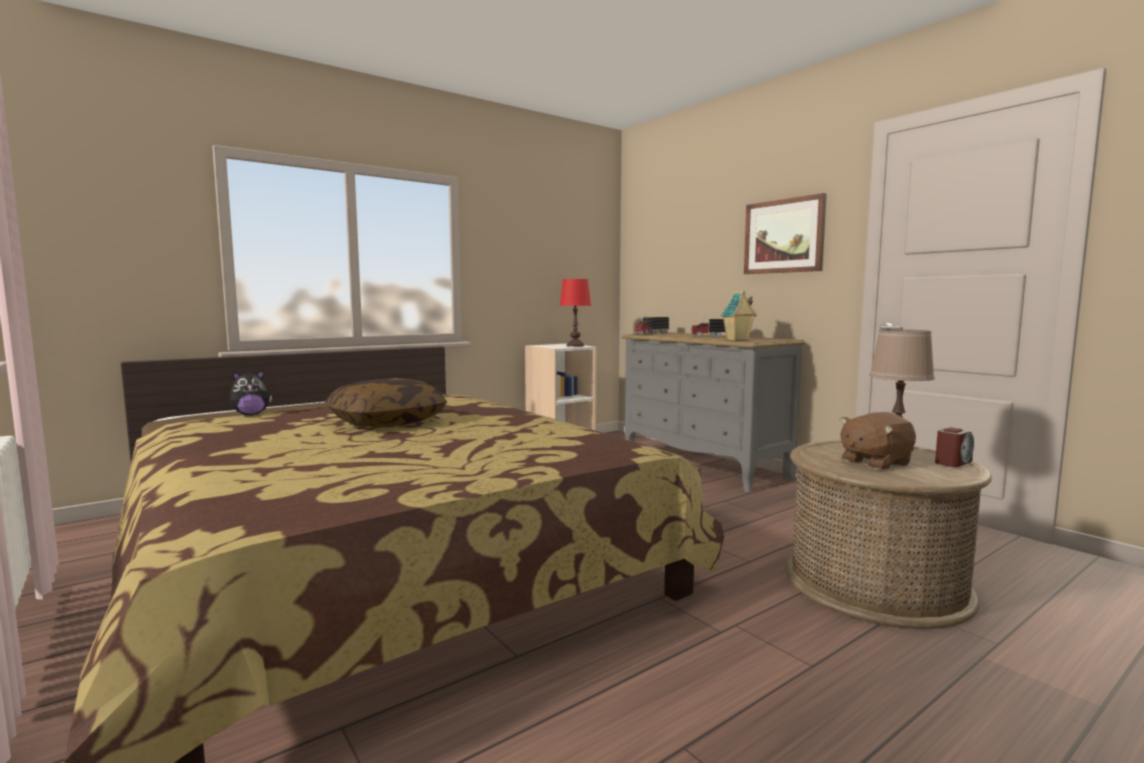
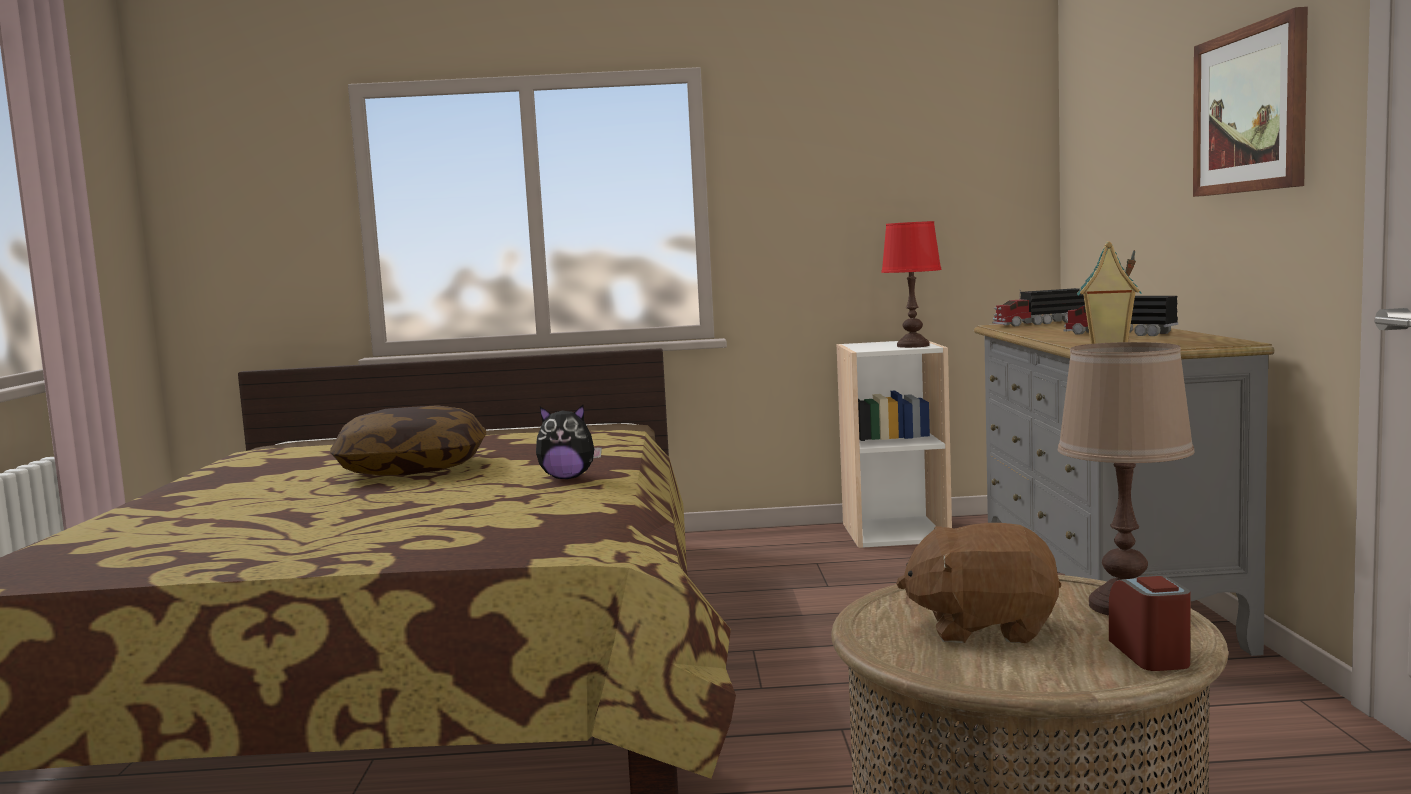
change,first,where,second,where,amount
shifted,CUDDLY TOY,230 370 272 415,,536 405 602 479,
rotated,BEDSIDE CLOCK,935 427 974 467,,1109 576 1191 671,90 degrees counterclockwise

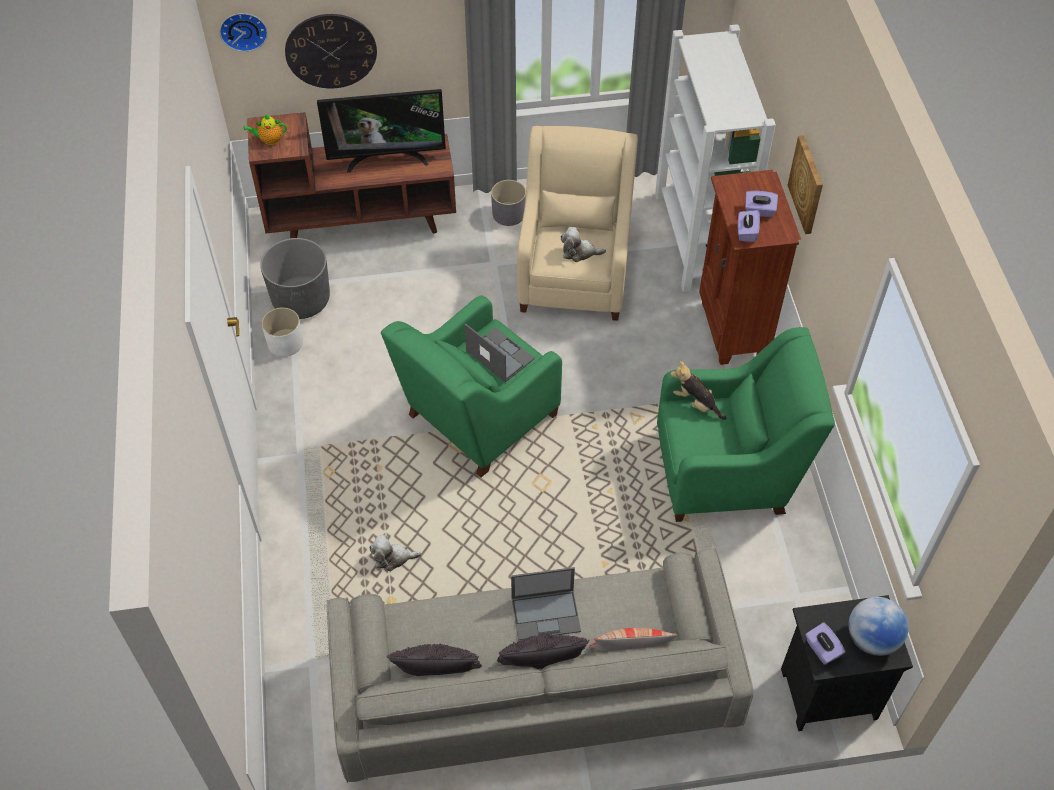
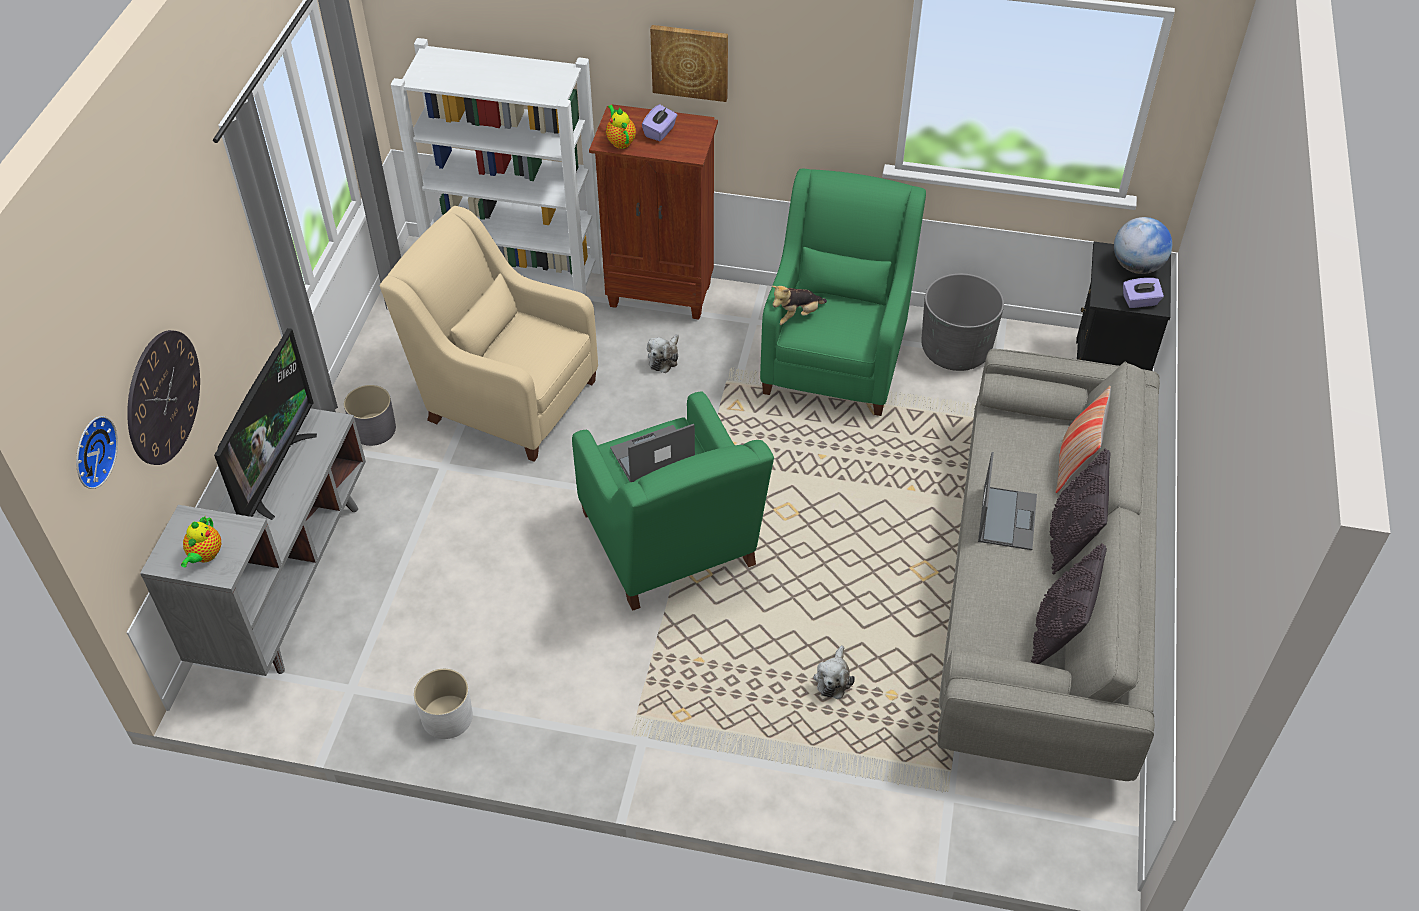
change,first,where,second,where,amount
gone,PURPLE-COLOURED TISSUE HOLDER,738 210 760 242,,,
new,,,POT FOR TEA,606 105 636 149,
shifted,GRAY PLANTER,260 238 330 319,,922 273 1004 371,
shifted,CUDDLY TOY,561 227 606 262,,647 334 679 373,
repainted,BROWNISH TV STAND,247 112 456 238,GRAY TV STAND,140 408 366 676,

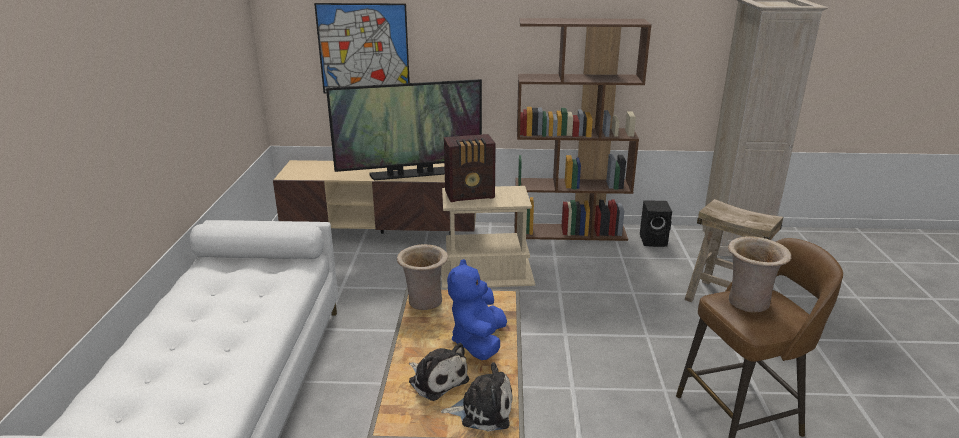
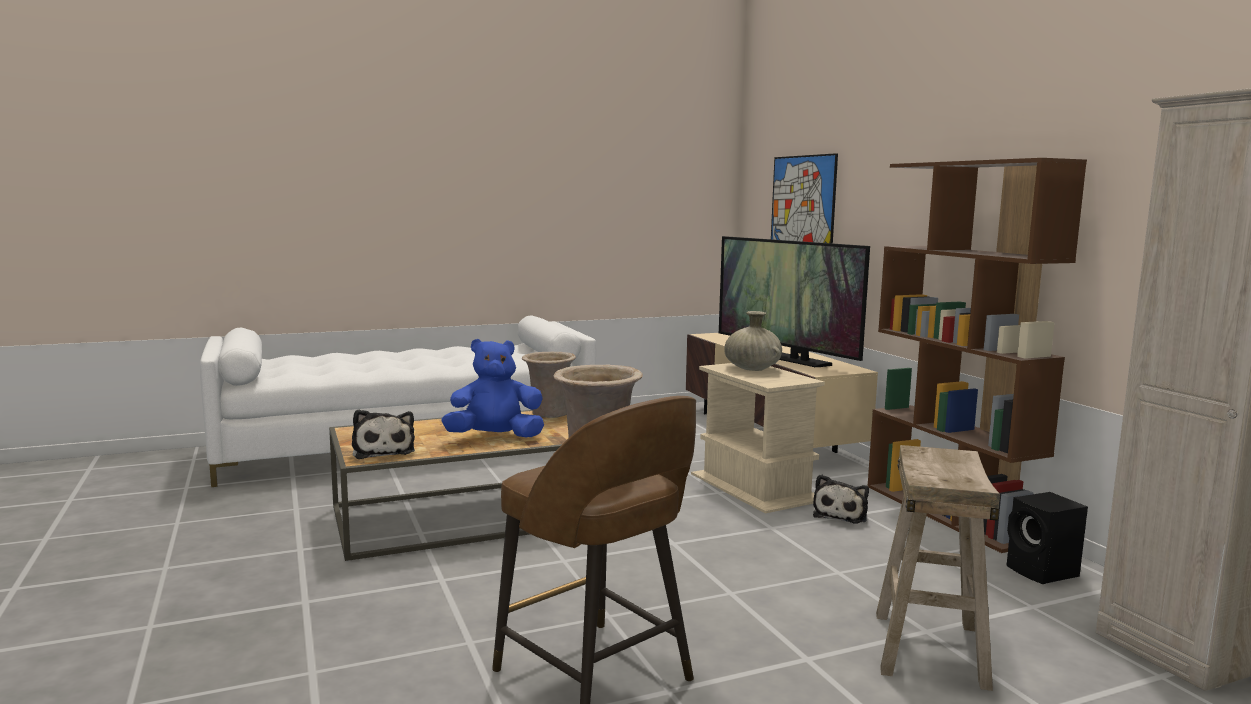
change,first,where,second,where,amount
shifted,CUDDLY TOY,409 343 469 401,,813 474 869 523,
swapped,RADIO SET,444 134 496 202,SAND-COLOURED VASE,724 311 782 371,

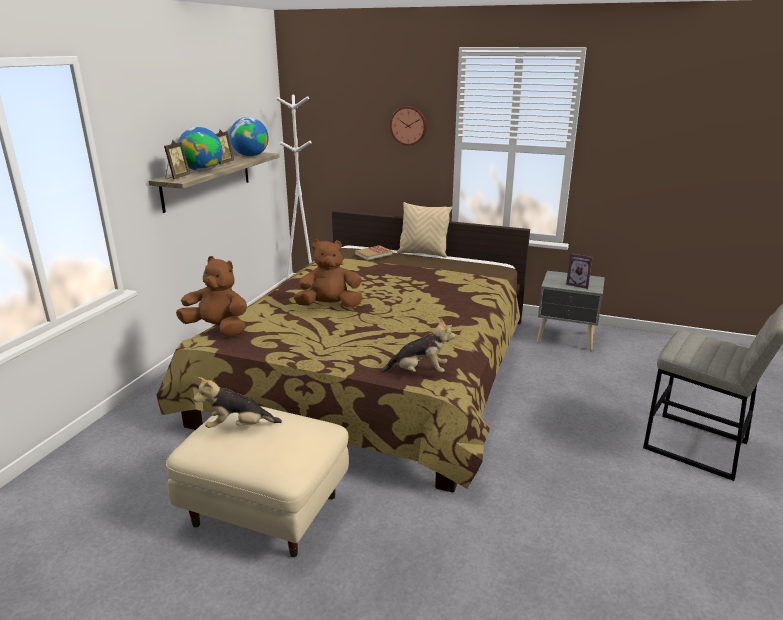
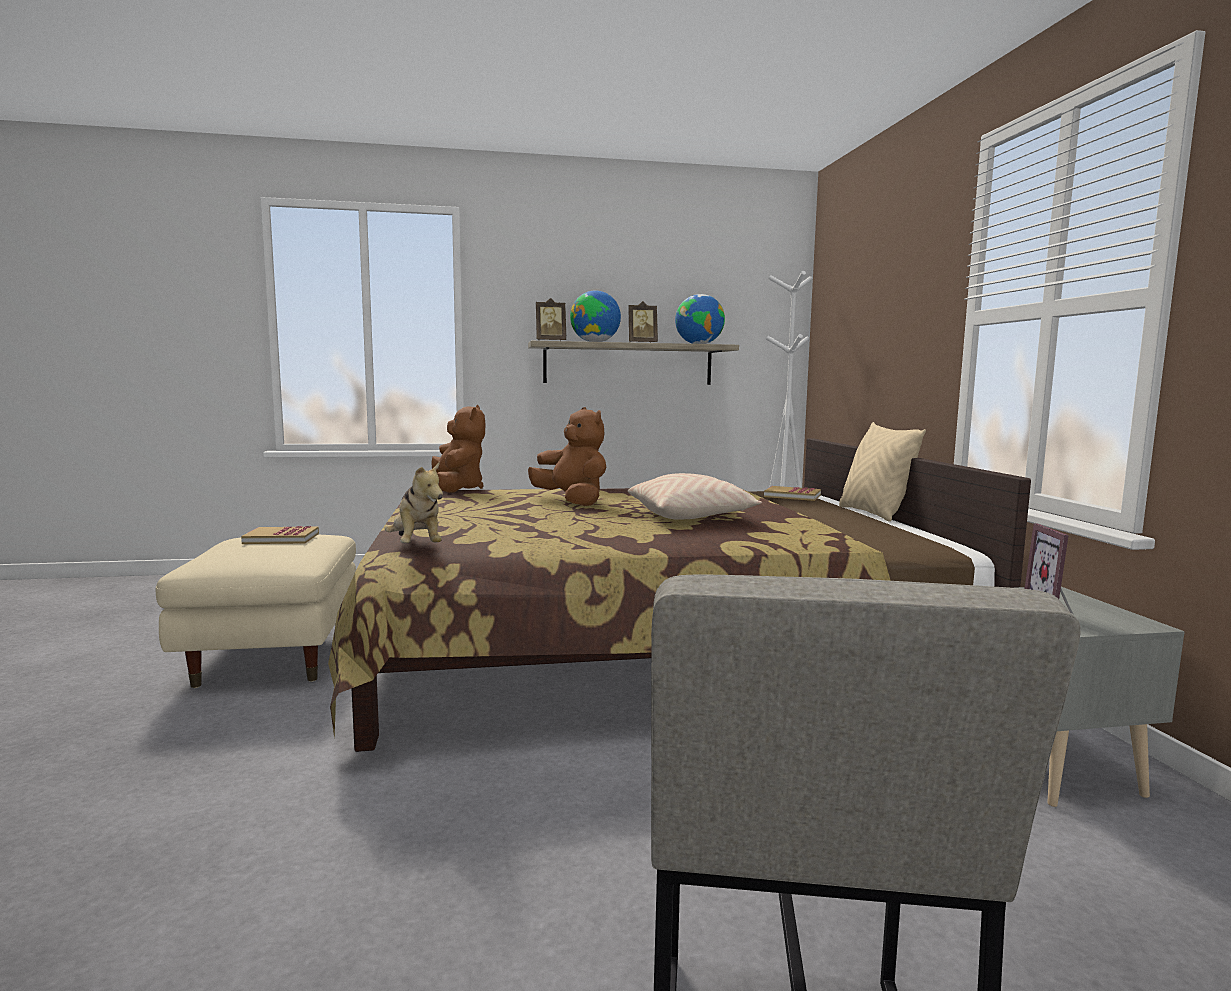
change,first,where,second,where,amount
gone,CLOCK ON THE WALL,390 106 427 146,,,
new,,,SAND-COLOURED THROW PILLOW,628 473 762 520,
swapped,CUDDLY TOY,194 377 282 428,VOLUME,241 526 319 544,

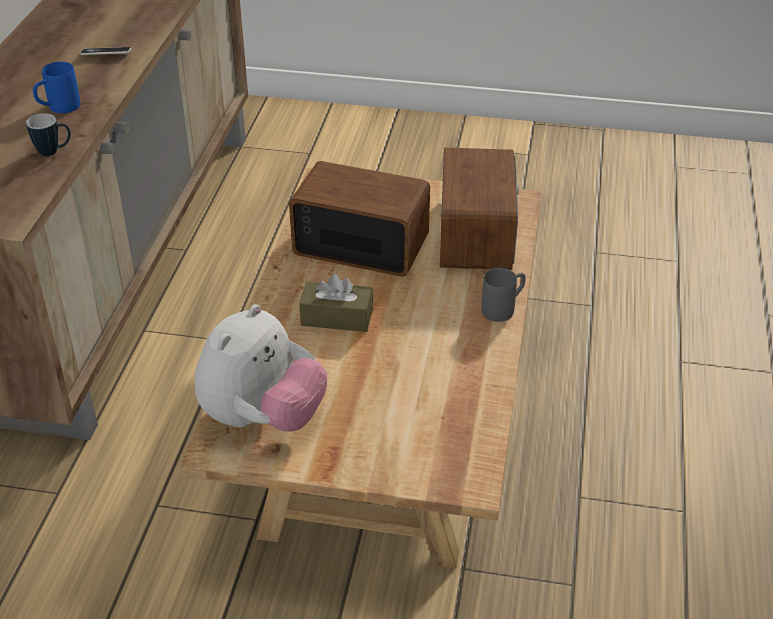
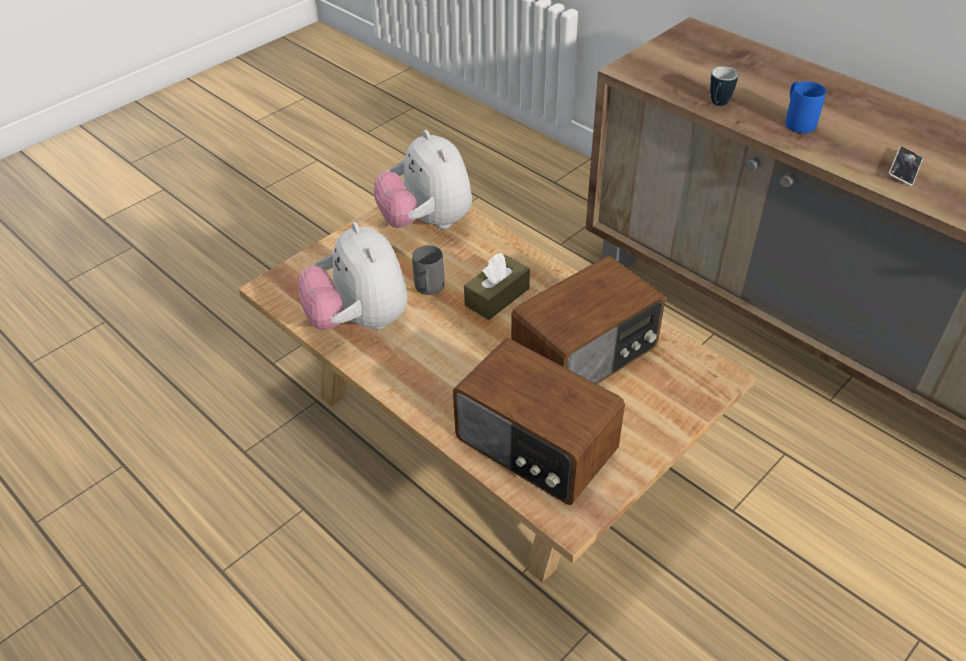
change,first,where,second,where,amount
new,,,CUDDLY TOY,298 222 407 330,
shifted,GRAY MUG,481 268 526 322,,412 245 445 295,

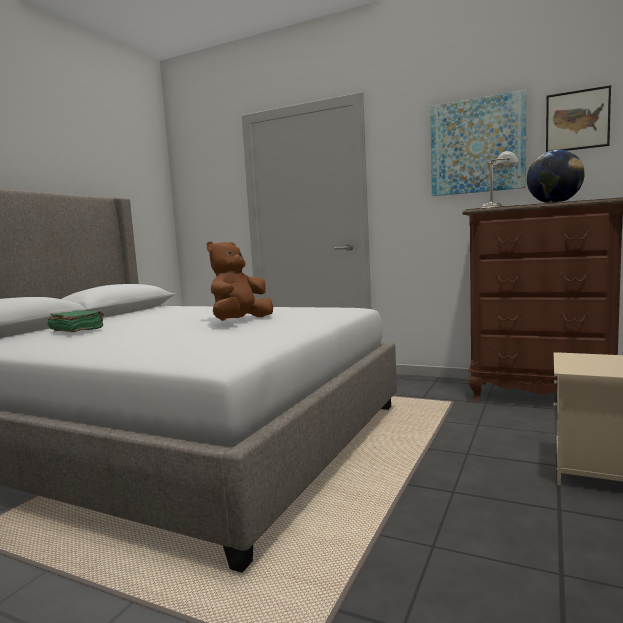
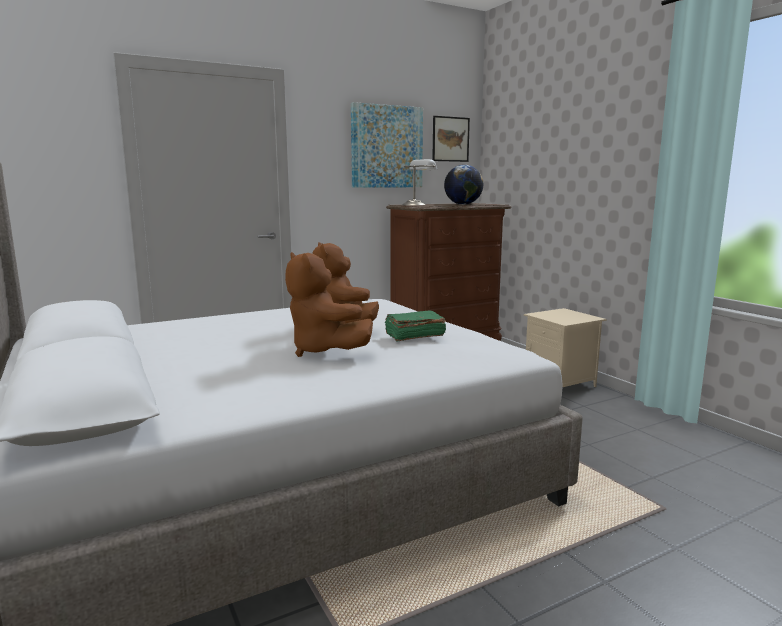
change,first,where,second,where,amount
new,,,BROWNISH CUDDLY TOY,285 252 373 357,
shifted,GREEN-COLOURED VOLUME,47 310 104 332,,384 311 446 342,

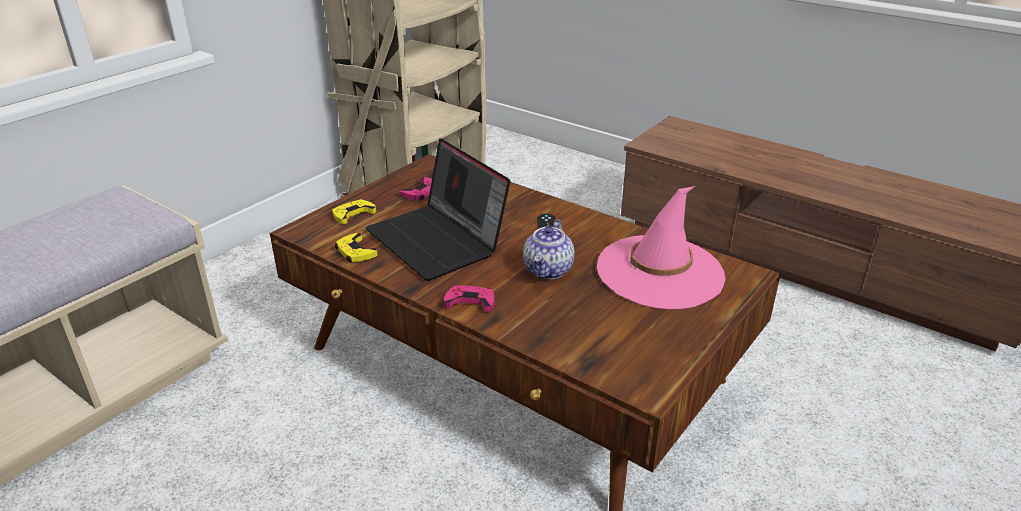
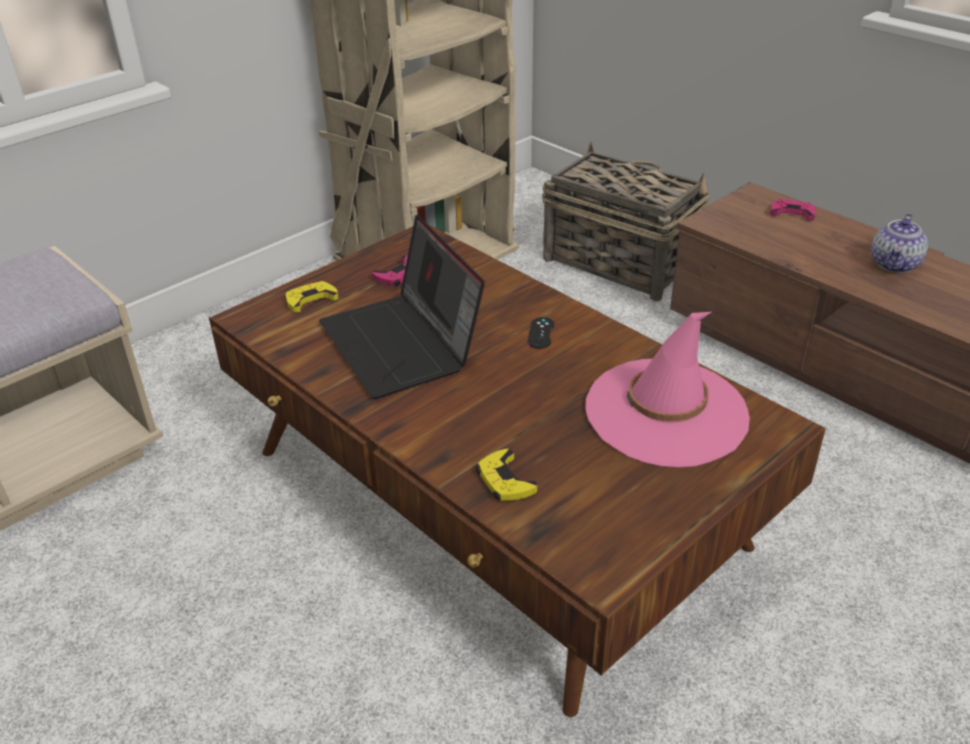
change,first,where,second,where,amount
new,,,STORAGE BASKET,542 141 711 301,
shifted,YELLOW JOYPAD,335 233 378 262,,476 449 537 501,
shifted,PINK JOYPAD,444 285 494 312,,770 199 816 221,
shifted,POT FOR TEA,523 219 575 279,,871 214 928 273,

